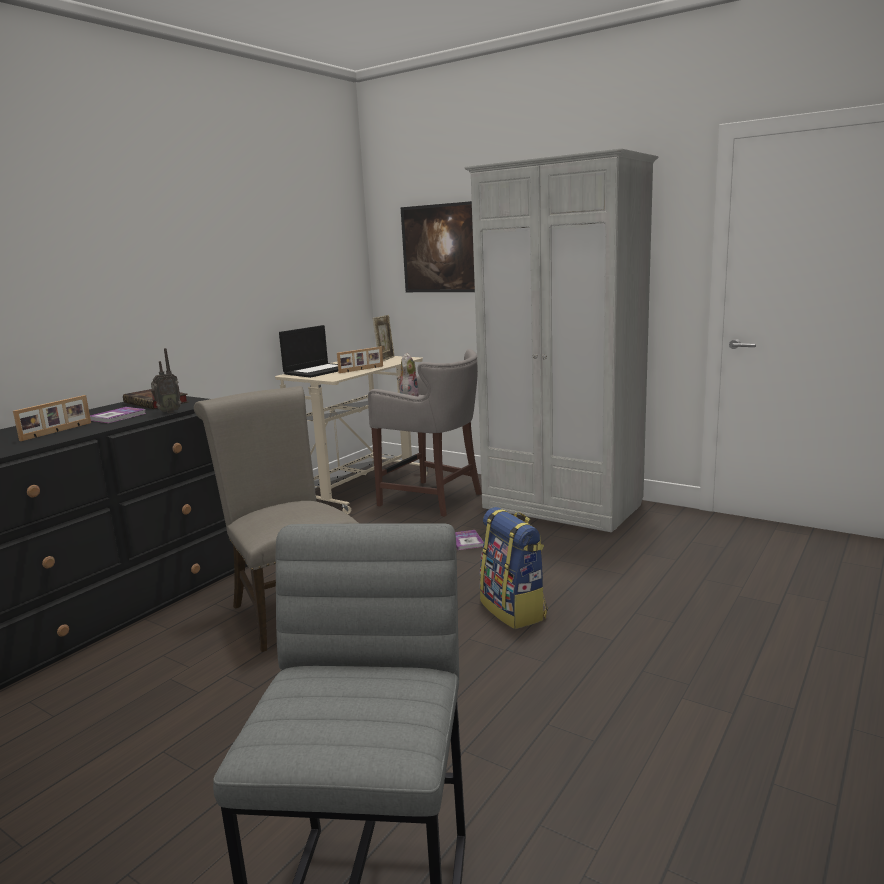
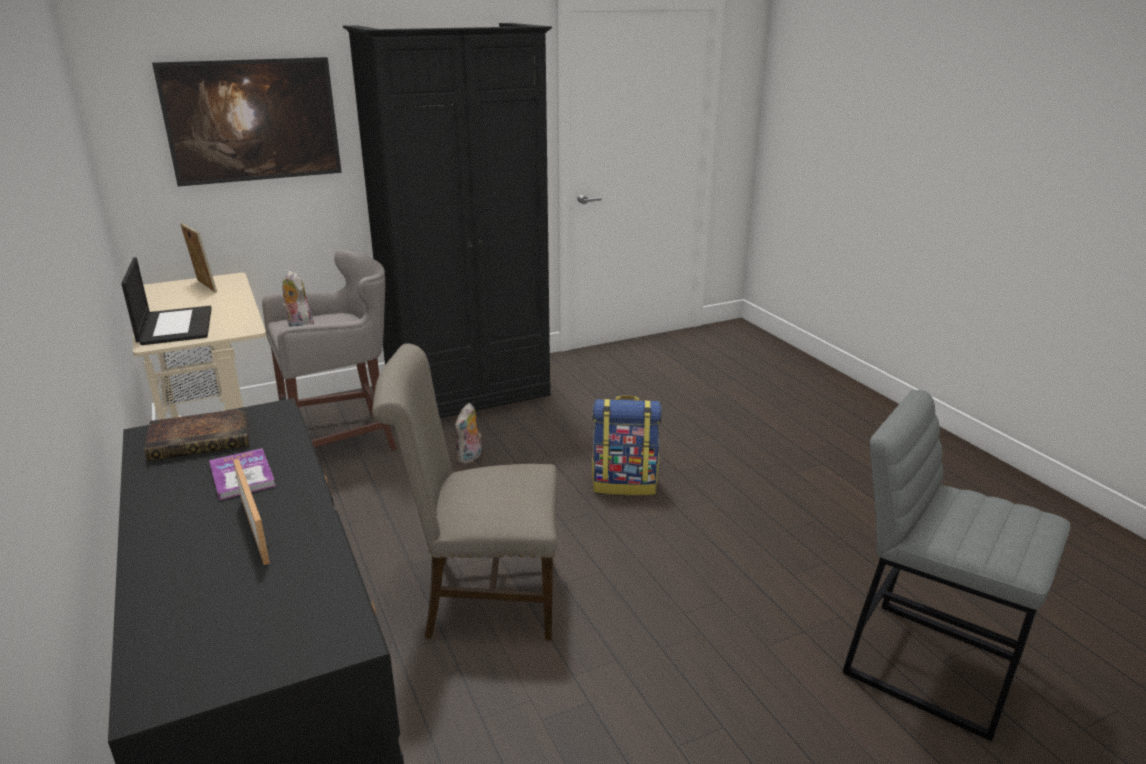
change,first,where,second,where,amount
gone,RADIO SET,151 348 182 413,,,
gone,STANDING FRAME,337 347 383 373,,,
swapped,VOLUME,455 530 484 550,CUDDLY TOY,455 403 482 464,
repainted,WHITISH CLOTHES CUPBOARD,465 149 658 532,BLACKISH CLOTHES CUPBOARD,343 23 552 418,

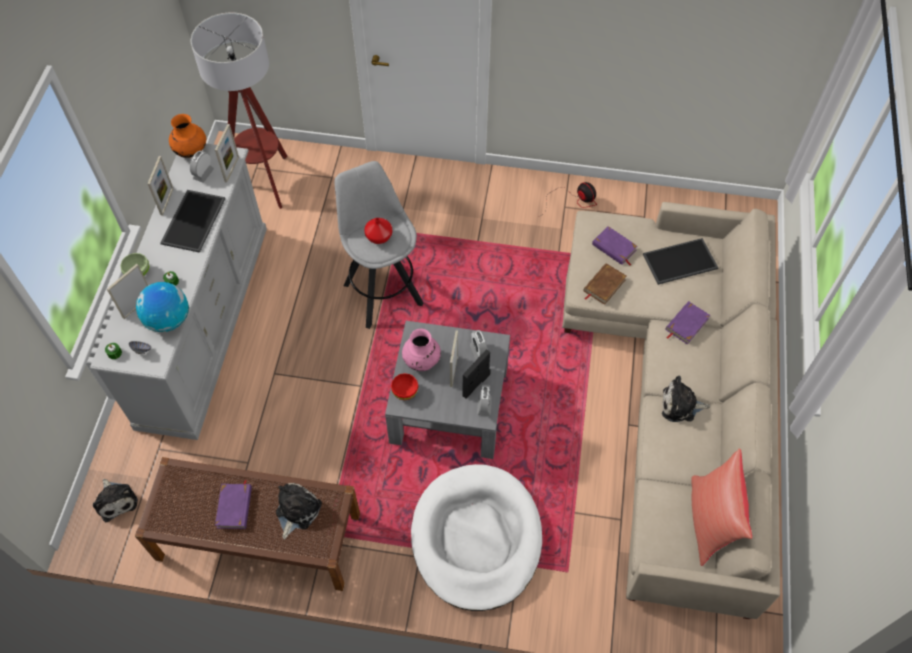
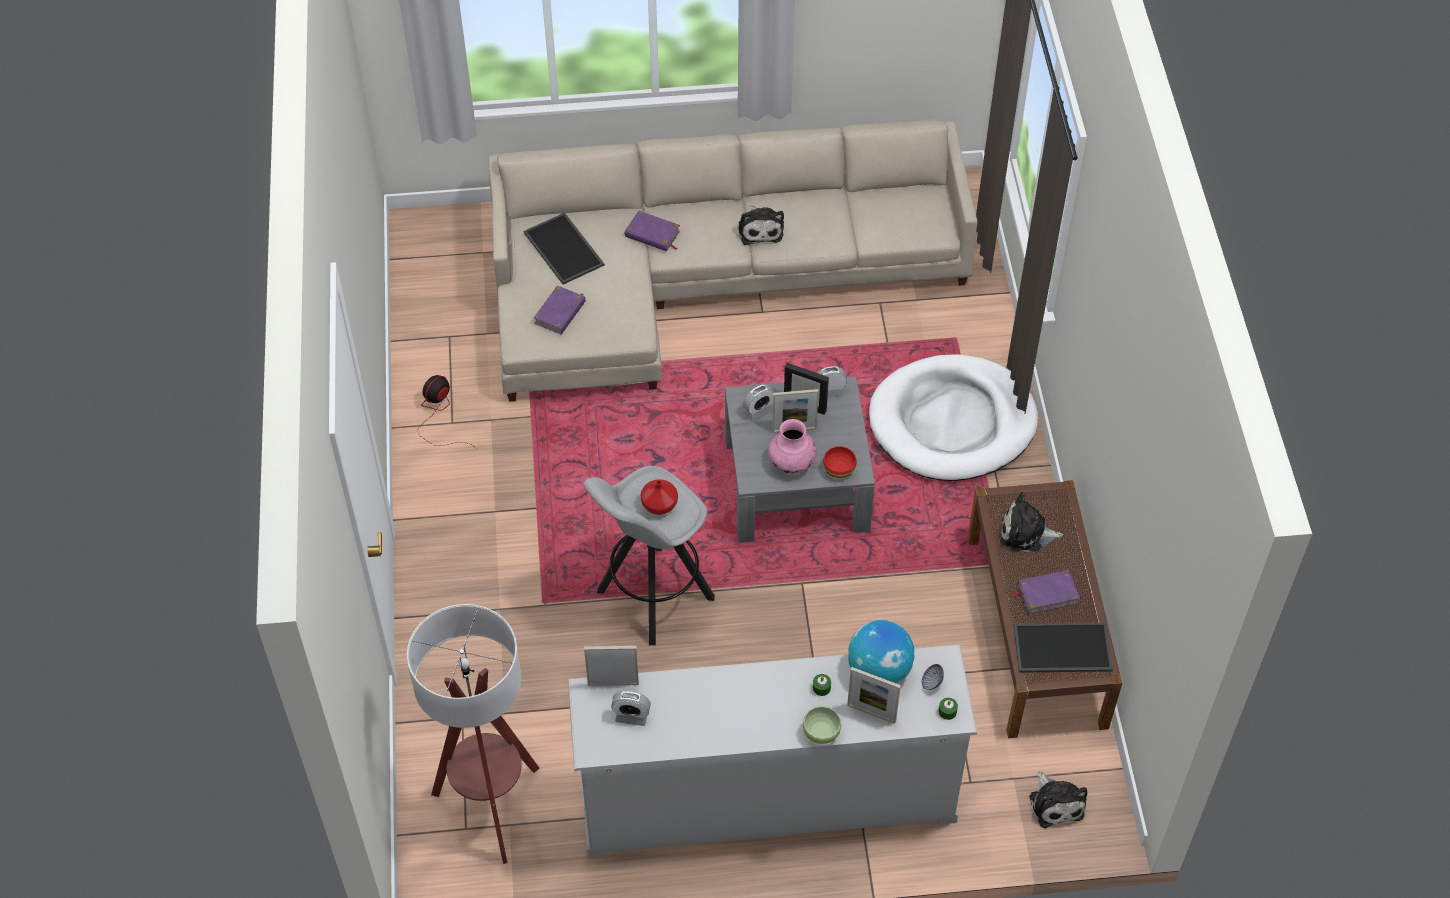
change,first,where,second,where,amount
gone,STANDING FRAME,147 156 174 216,,,
gone,ORANGE-COLOURED VASE,169 114 206 158,,,
gone,BROWNISH VOLUME,584 263 626 305,,,
gone,RED THROW PILLOW,692 448 752 566,,,
shifted,TRAY,160 190 225 253,,1014 623 1113 673,
rotated,CUDDLY TOY,93 479 138 522,,1029 772 1087 828,120 degrees clockwise

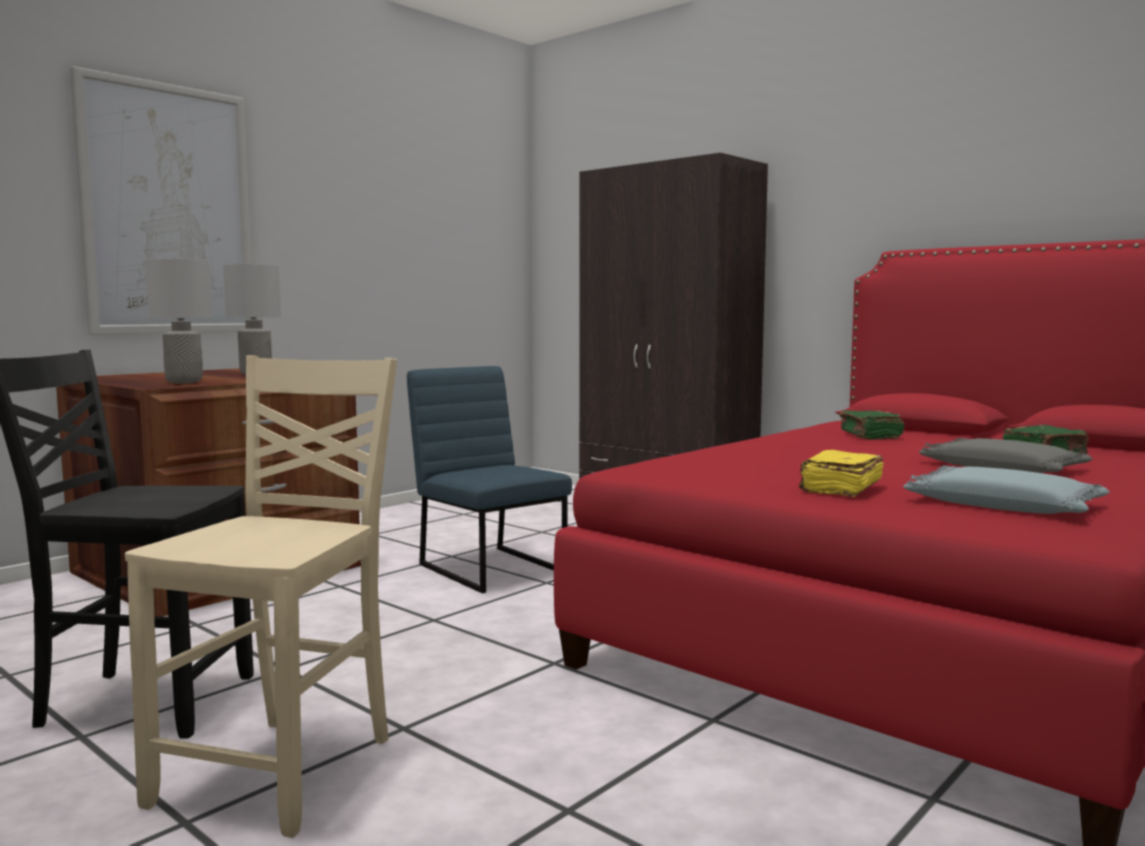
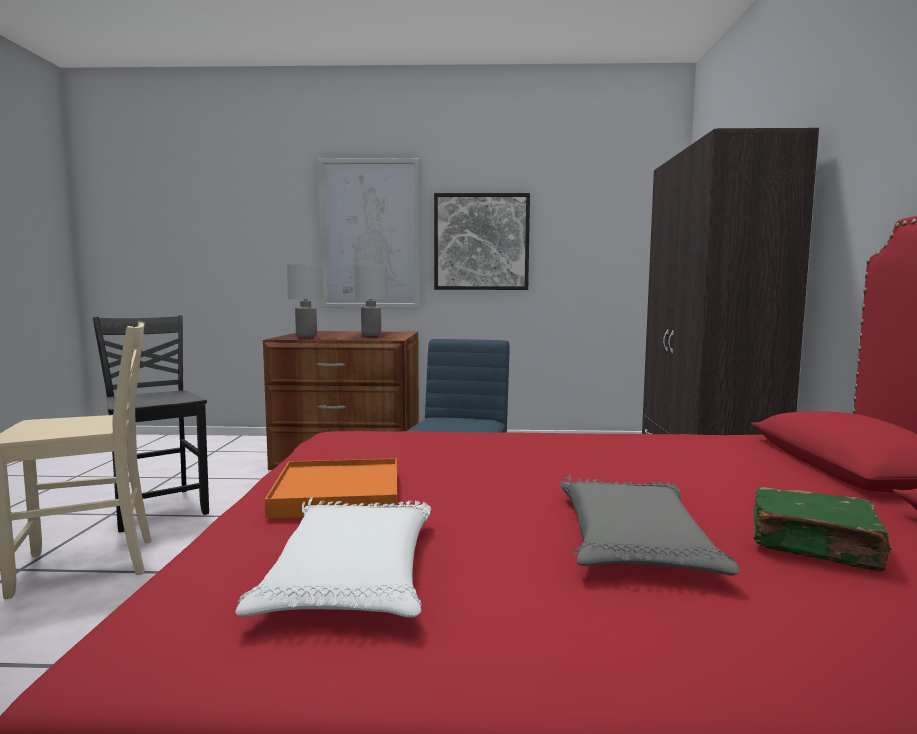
change,first,where,second,where,amount
gone,GREEN-COLOURED VOLUME,839 410 904 440,,,
new,,,PICTURE,434 193 530 290,
swapped,YELLOW VOLUME,799 450 884 497,ORANGE-COLOURED TRAY,265 458 397 519,
repainted,BLUE-COLOURED THROW PILLOW,903 465 1110 514,WHITISH THROW PILLOW,235 497 431 618,

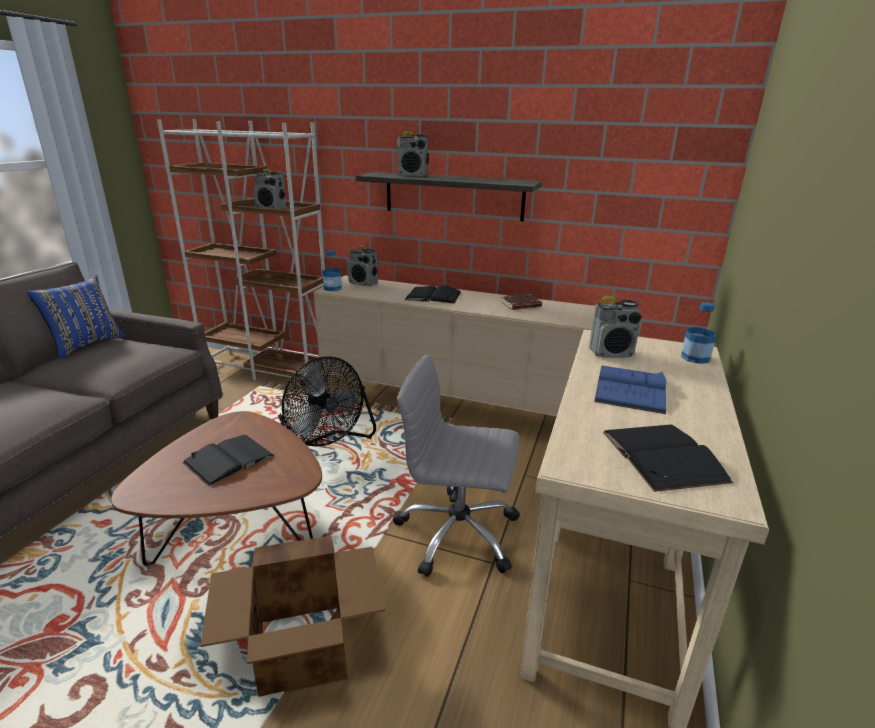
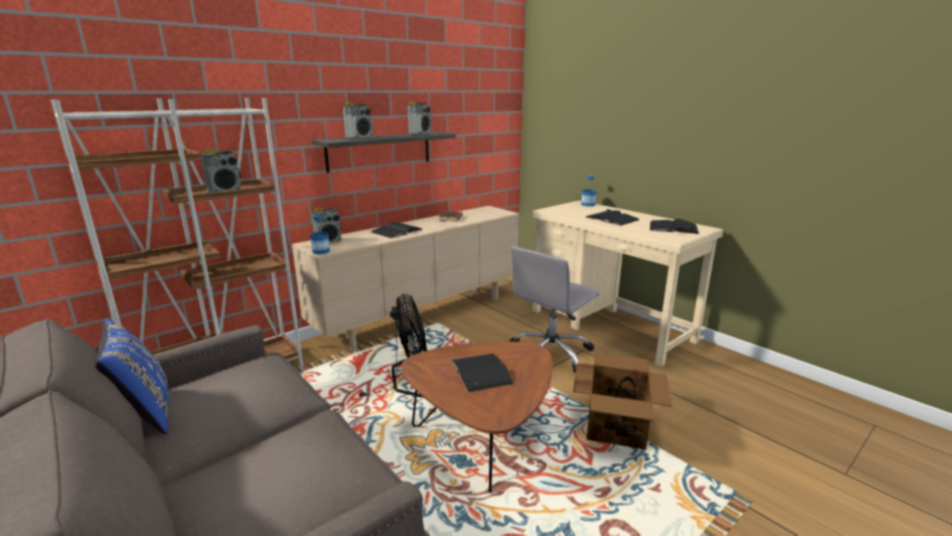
change,first,where,second,where,amount
shifted,RADIO SET,589 296 642 358,,408 101 432 135,
repainted,BLUE-COLOURED VOLUME,594 366 666 414,BLACKISH VOLUME,586 209 639 226,

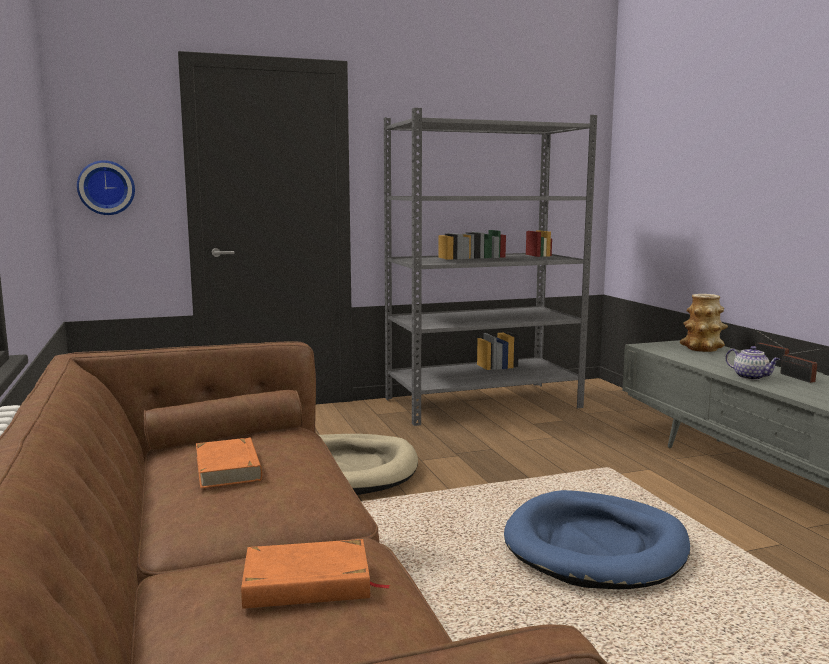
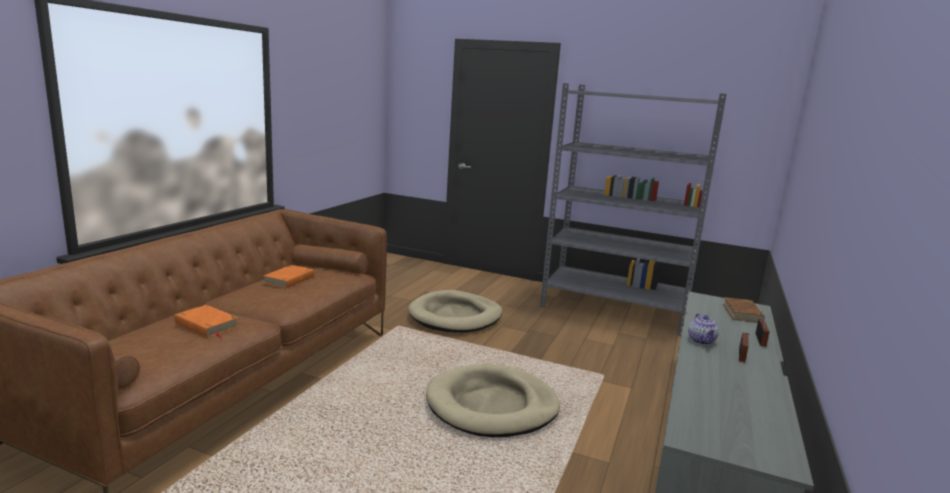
change,first,where,second,where,amount
gone,CLOCK ON THE WALL,77 160 135 215,,,
swapped,VASE,680 294 728 352,BROWNISH VOLUME,723 297 765 323,
repainted,BLUE-COLOURED PET BED,504 490 690 589,SAND-COLOURED PET BED,426 364 560 437,

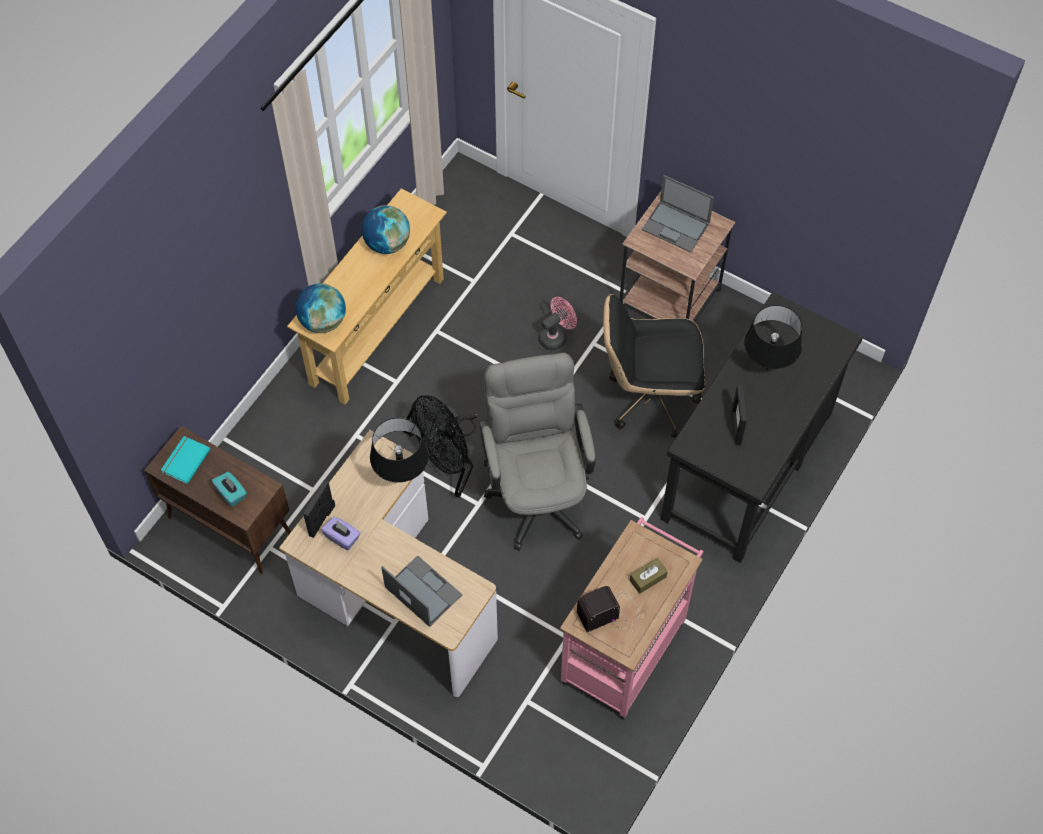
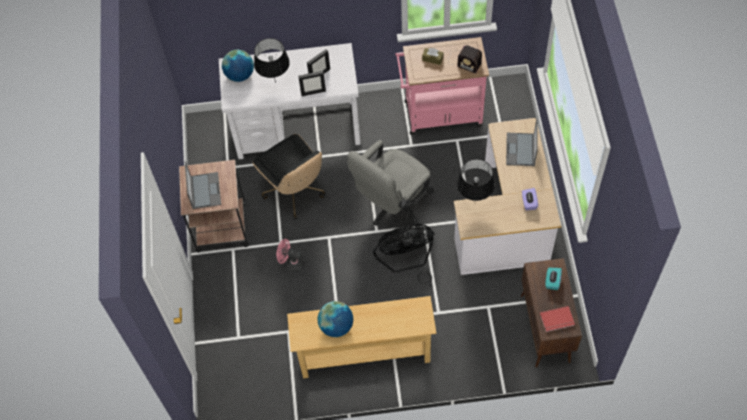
change,first,where,second,where,amount
shifted,WORLD GLOBE,296 283 346 333,,222 50 254 82,
shifted,STANDING FRAME,303 480 335 538,,298 71 326 96,
repainted,BLUE-GREEN VOLUME,161 436 210 484,RED VOLUME,540 306 575 332,
repainted,BLACKISH DESK TABLE,661 292 863 563,WHITISH DESK TABLE,219 43 361 159,
rotated,BLACKISH ELECTRIC FAN,404 395 478 498,,373 224 435 286,120 degrees counterclockwise

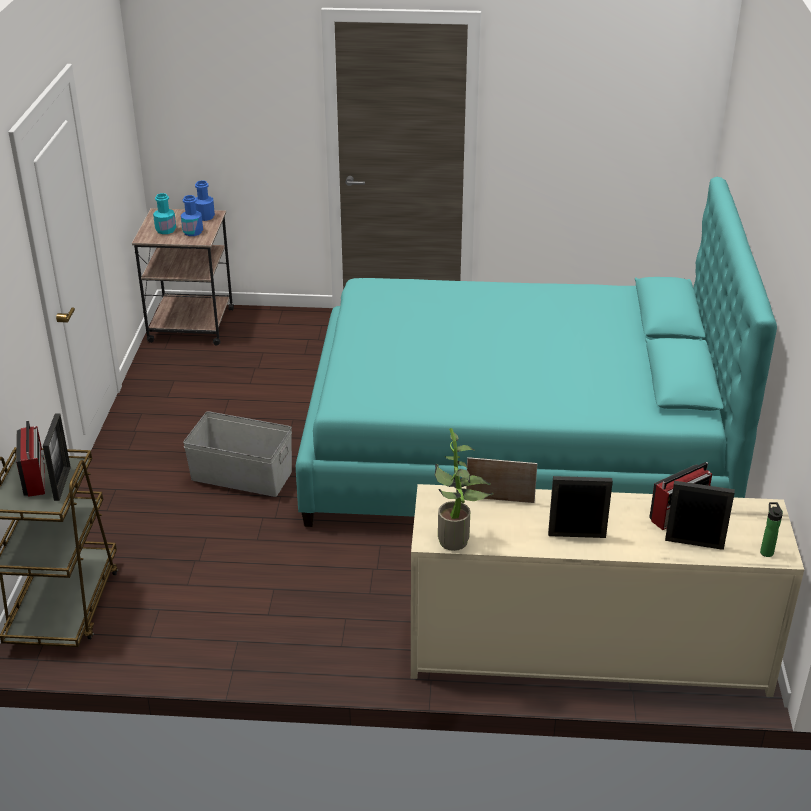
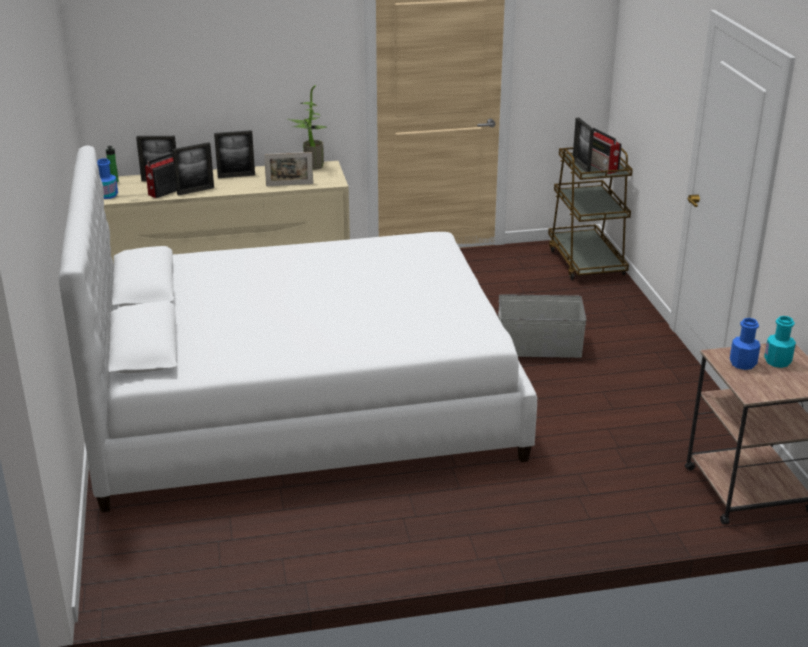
change,first,where,second,where,amount
new,,,STANDING FRAME,172 142 214 196,
shifted,BLUE-COLOURED BOTTLE,195 180 215 221,,97 158 118 199,
repainted,BLUE-GREEN BED,296 177 777 527,WHITISH BED,59 145 537 512,

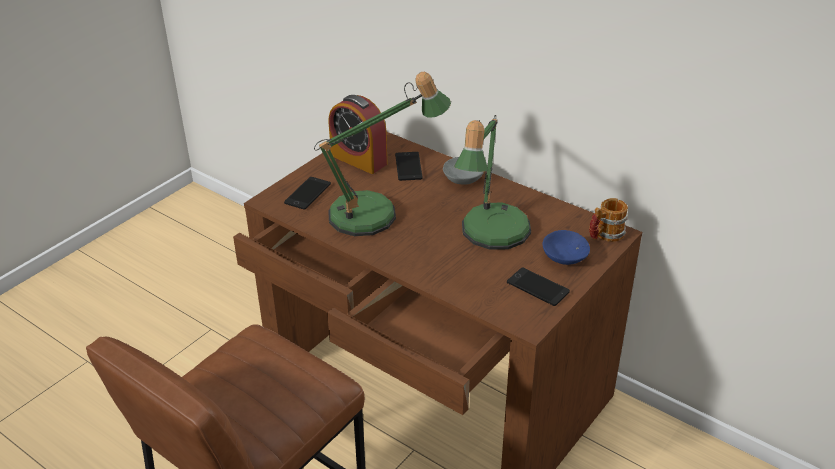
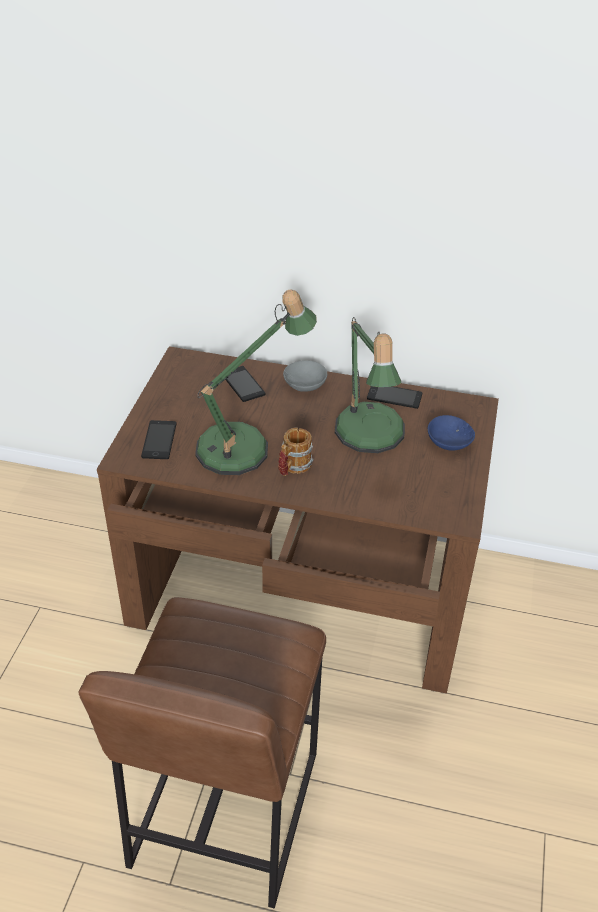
change,first,where,second,where,amount
gone,BEDSIDE CLOCK,329 95 387 174,,,
shifted,HANDSET,507 267 570 306,,367 386 422 409,
shifted,MUG,589 198 628 242,,278 427 313 476,

